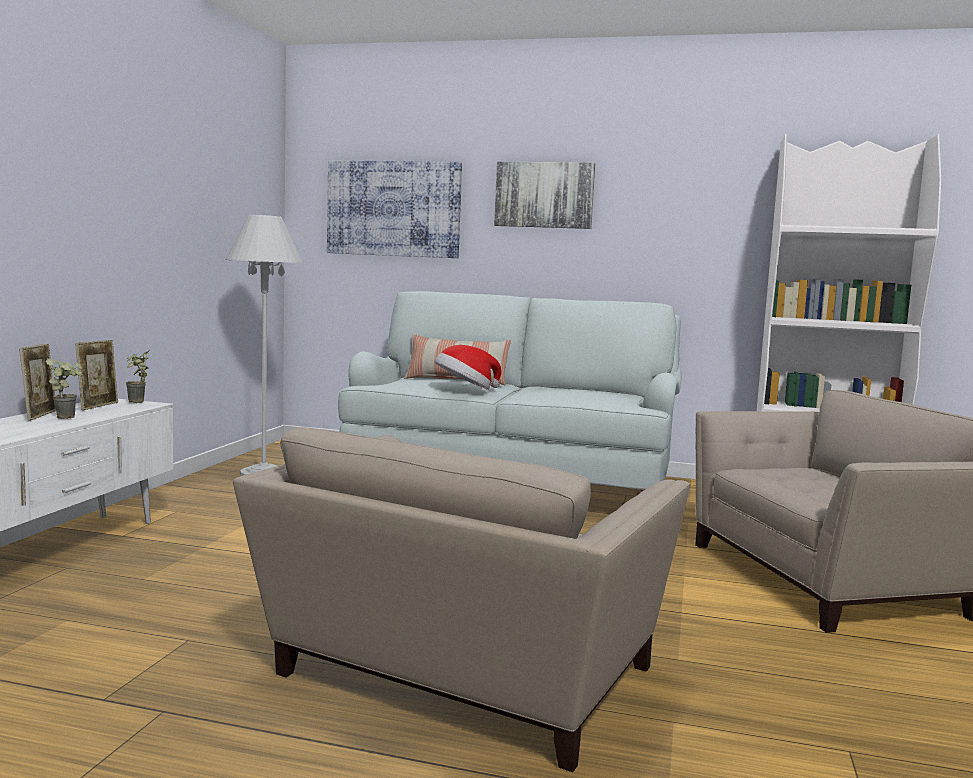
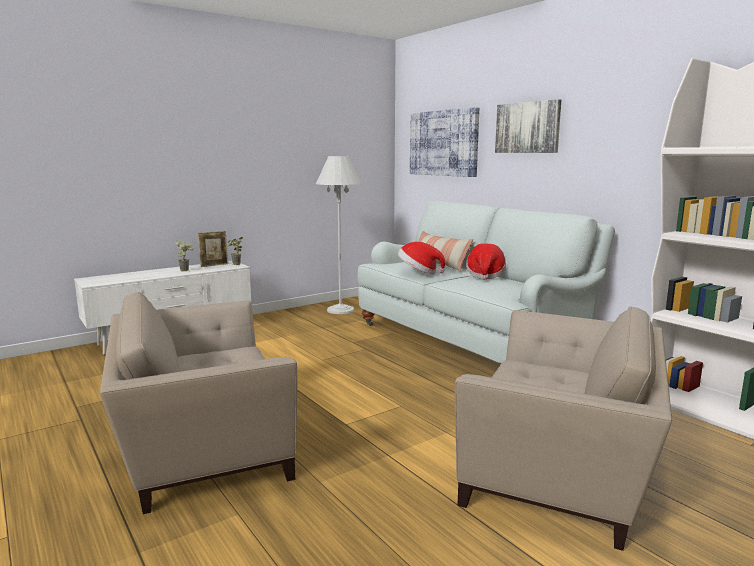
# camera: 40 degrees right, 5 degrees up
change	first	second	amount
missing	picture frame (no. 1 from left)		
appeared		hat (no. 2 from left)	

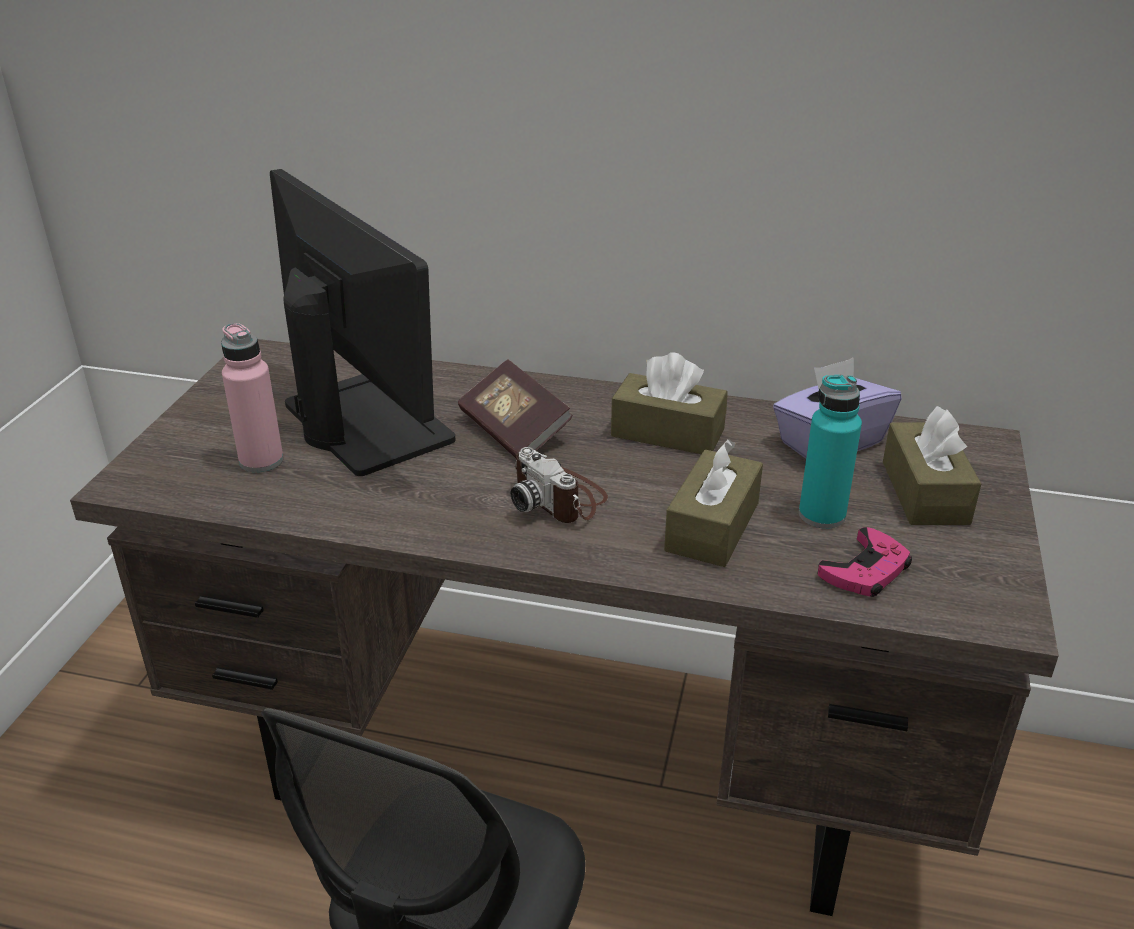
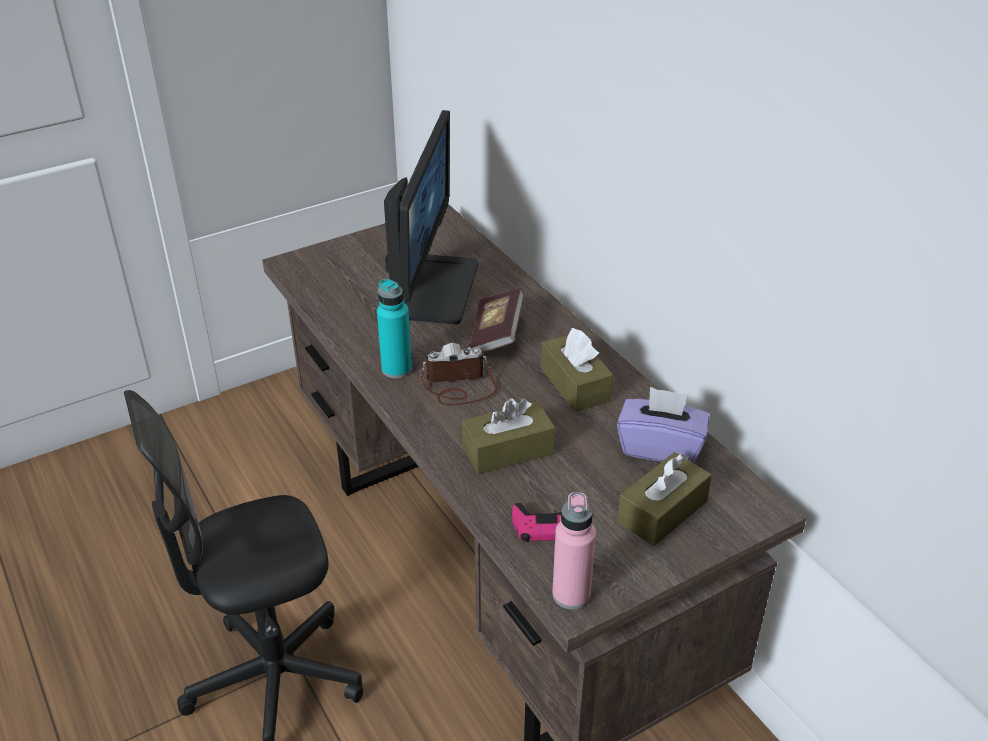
# camera: 45 degrees right, 5 degrees up
change	first	second	amount
relocated	bottle (pink)		
relocated	bottle (turquoise)		
spun	photo camera		75 degrees clockwise

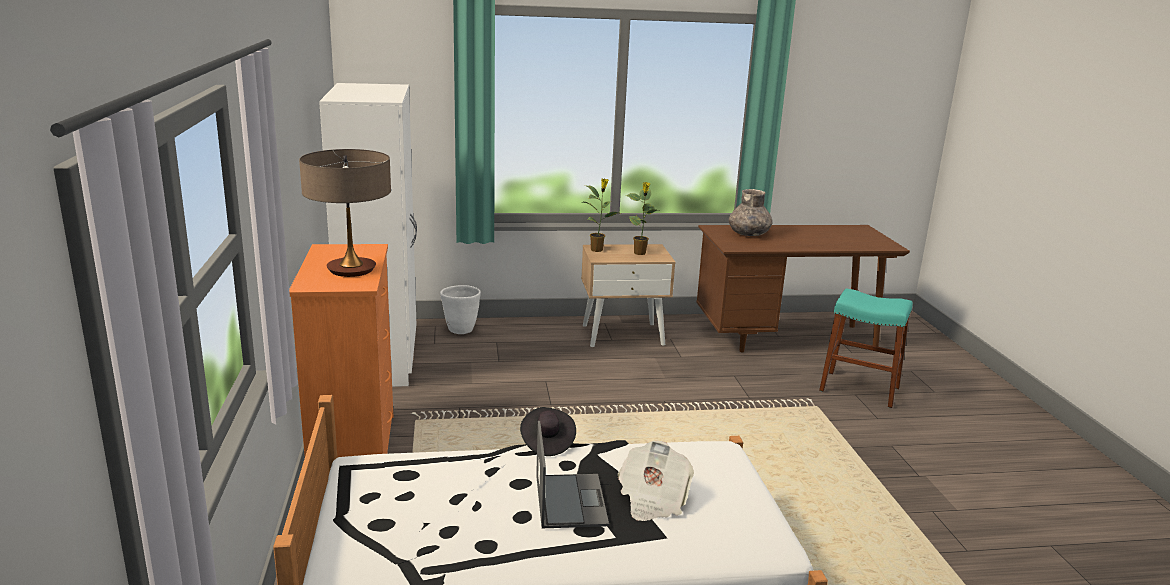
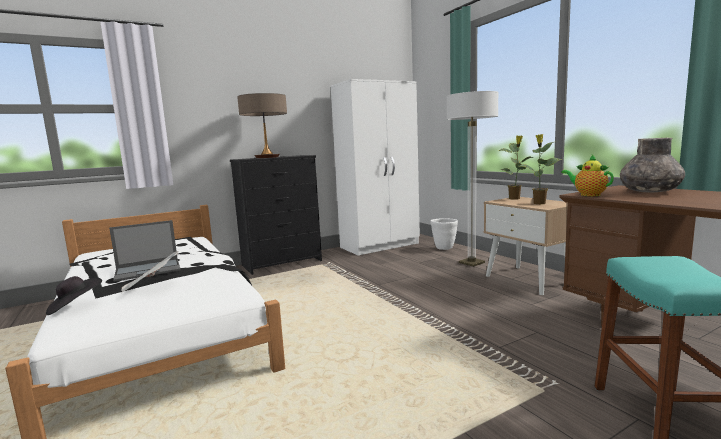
# camera: 70 degrees right, 10 degrees down
change	first	second	amount
colour	dresser (orange)	dresser (black)	
relocated	hat (black)		
appeared		floor lamp	
appeared		teapot	

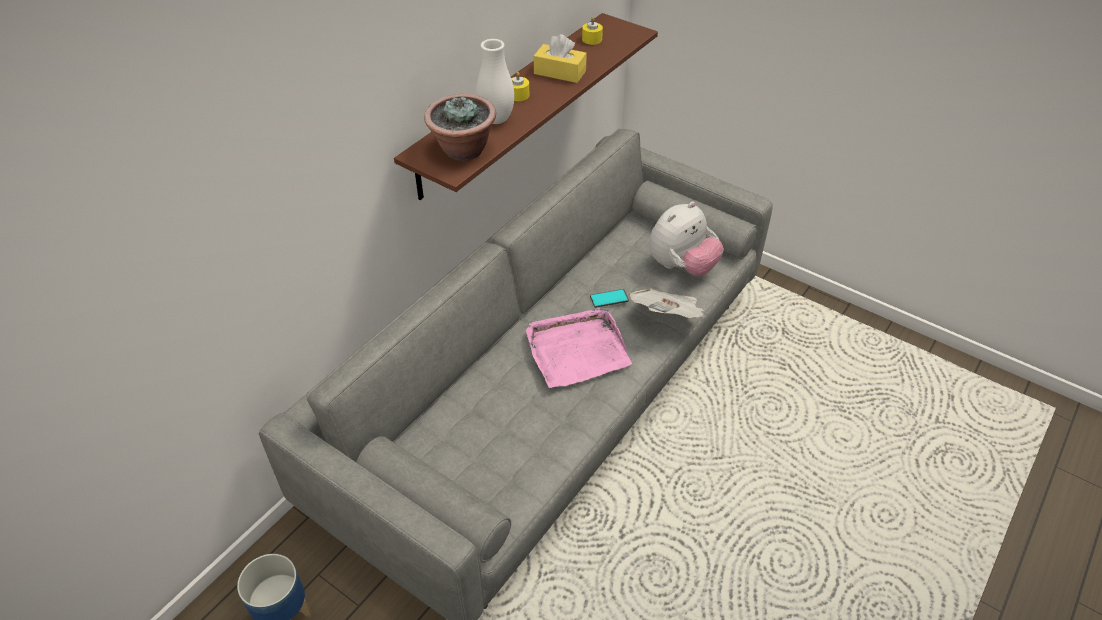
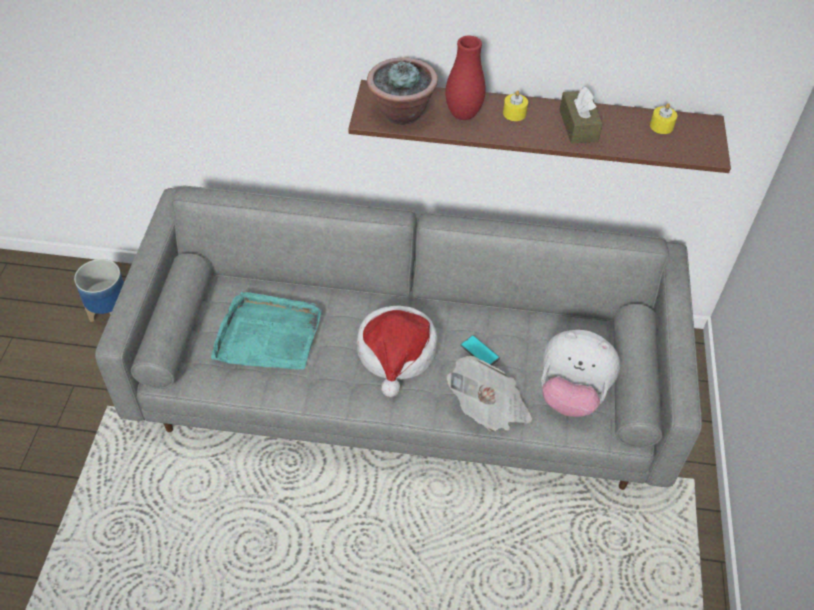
# camera: 60 degrees right, 5 degrees up
change	first	second	amount
colour	tissue box (yellow)	tissue box (brown)	
colour	vase (white)	vase (red)	
exchanged	tray (pink)	hat	
appeared		tray (turquoise)	

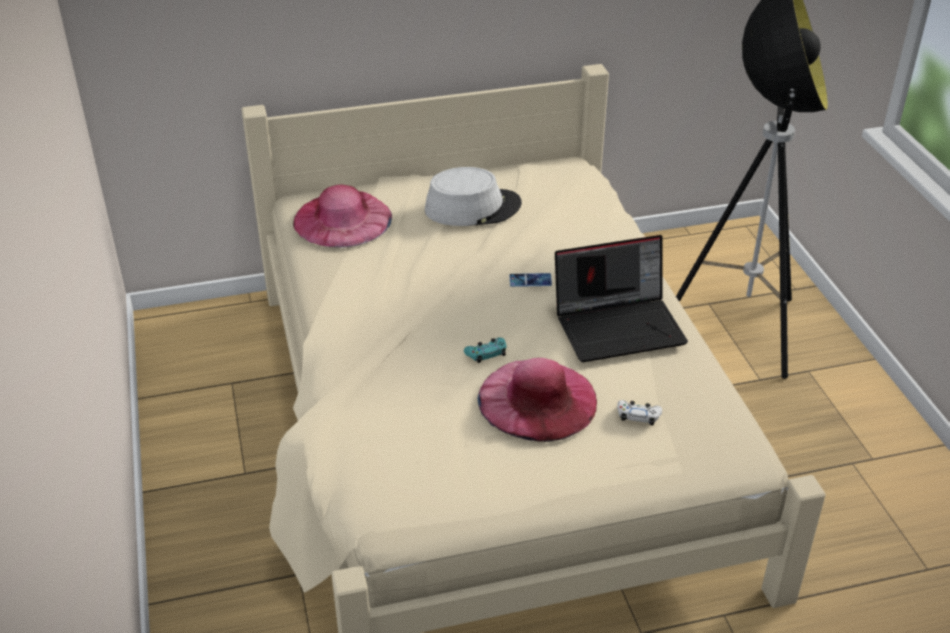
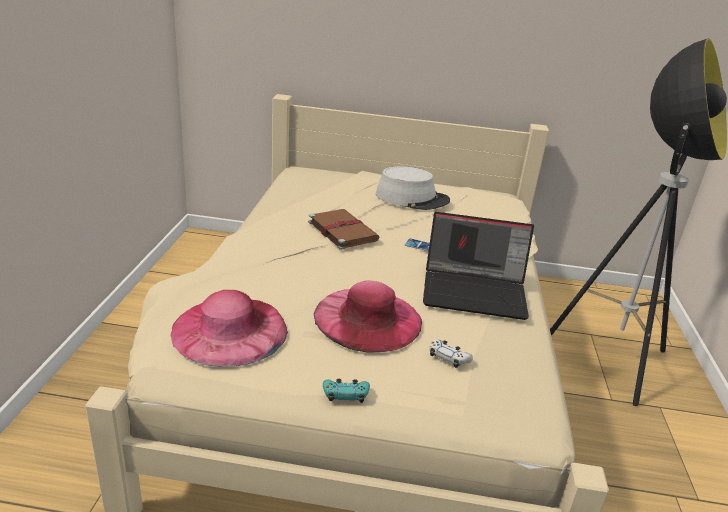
# camera: 20 degrees right, 10 degrees down
change	first	second	amount
relocated	hat (pink) (no. 1 from left)		
relocated	game controller (turquoise)		
appeared		book (brown)	

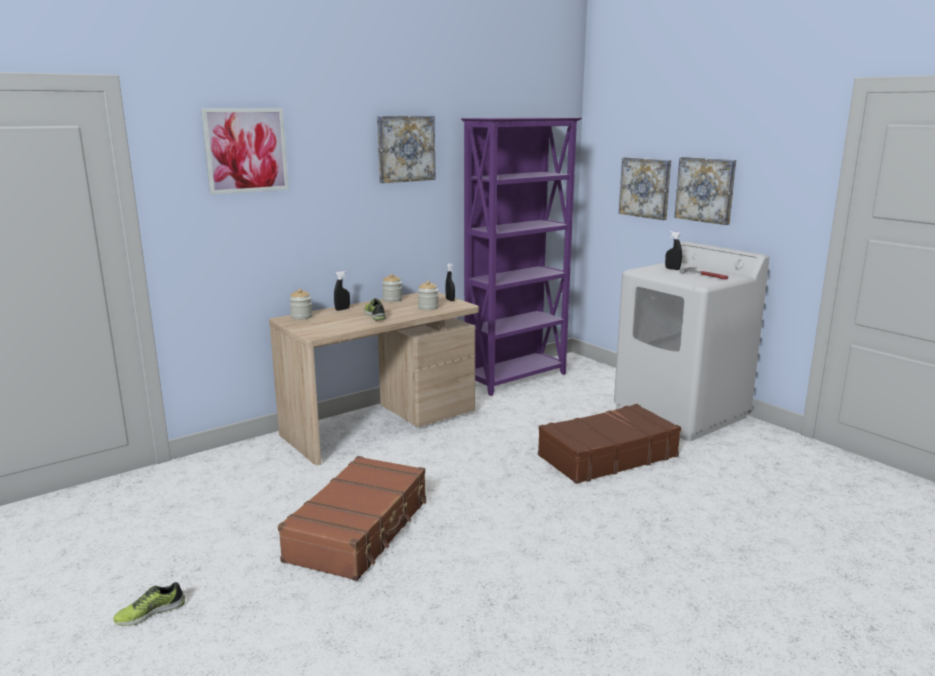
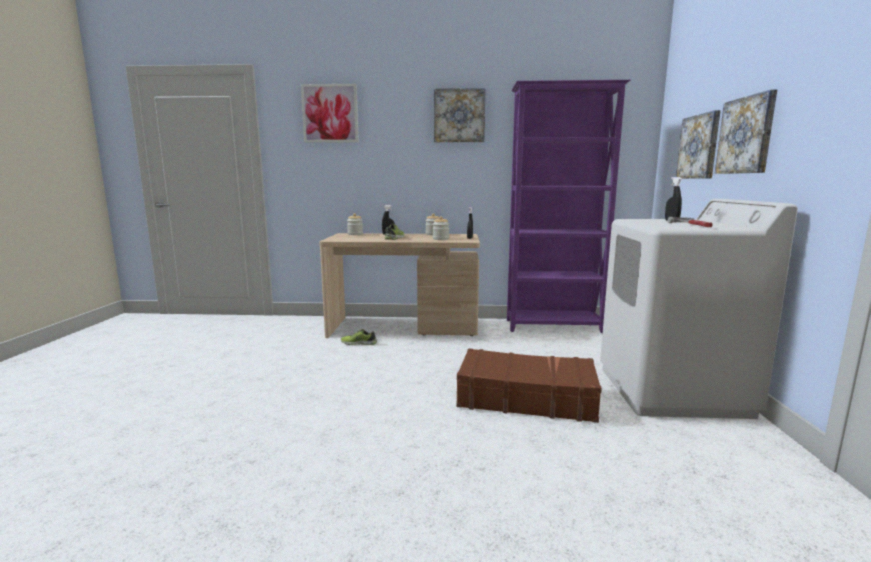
# camera: 40 degrees right, 5 degrees down
change	first	second	amount
missing	suitcase (brown) (no. 1 from left)		
relocated	shoe (no. 1 from left)		

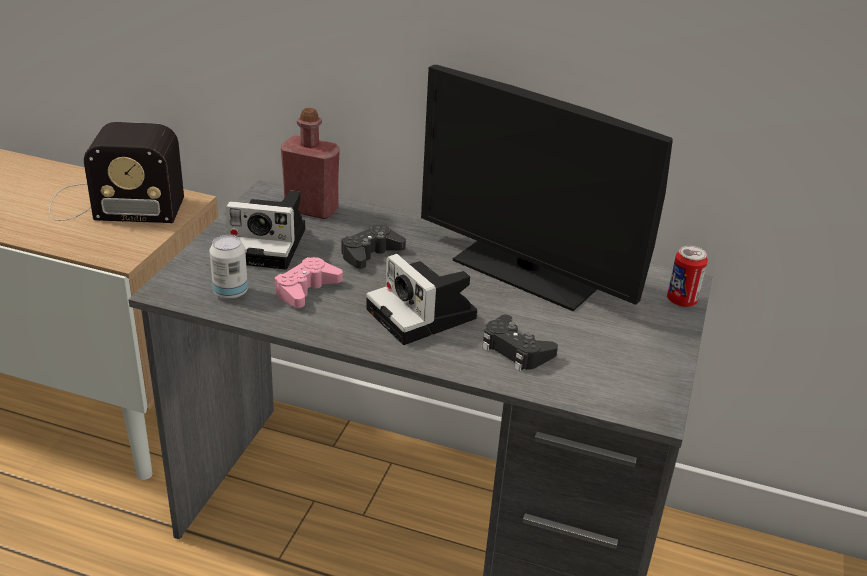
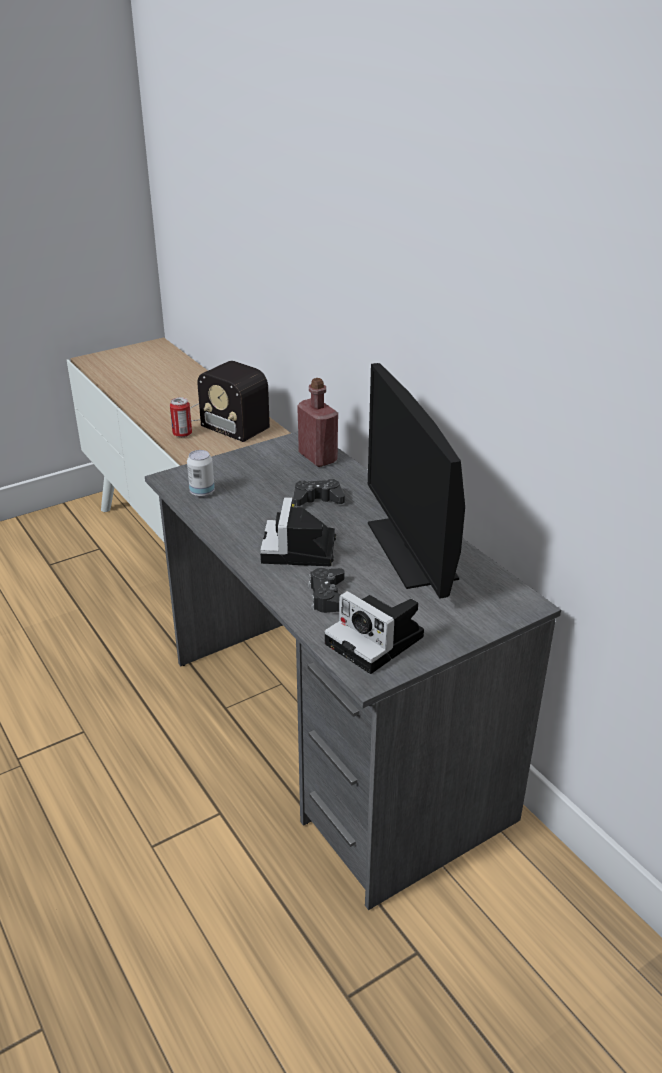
# camera: 40 degrees right, 0 degrees up
change	first	second	amount
relocated	photo camera (no. 1 from left in the first image)	photo camera (no. 2 from left)	
relocated	can (no. 2 from left in the first image)	can (no. 1 from left)	
missing	game controller (pink)		

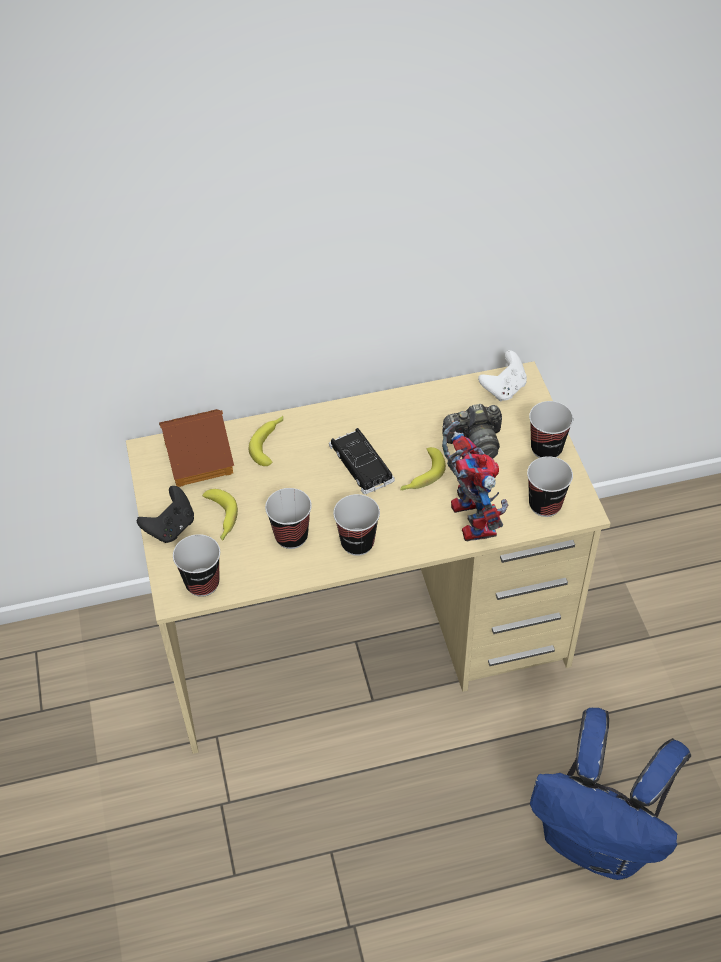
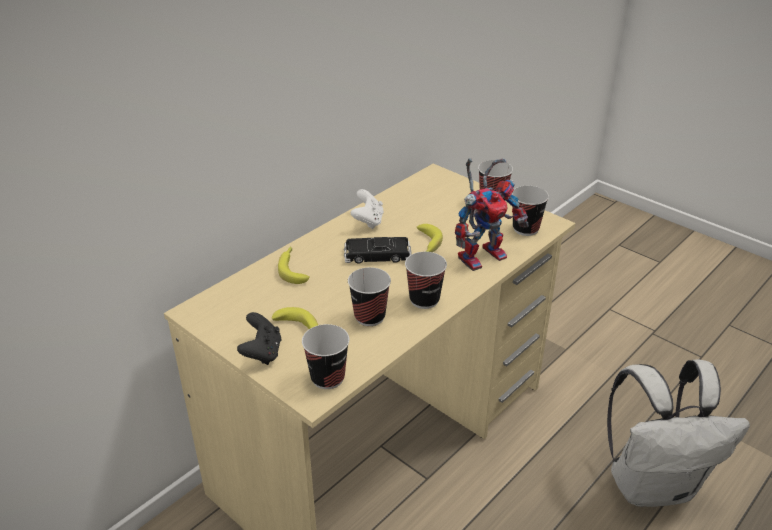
# camera: 35 degrees left, 15 degrees down
change	first	second	amount
relocated	game controller (white)		
missing	photo camera		
missing	toy house		
spun	toy robot		105 degrees clockwise
spun	toy car (black)		150 degrees clockwise
colour	backpack (blue)	backpack (white)	

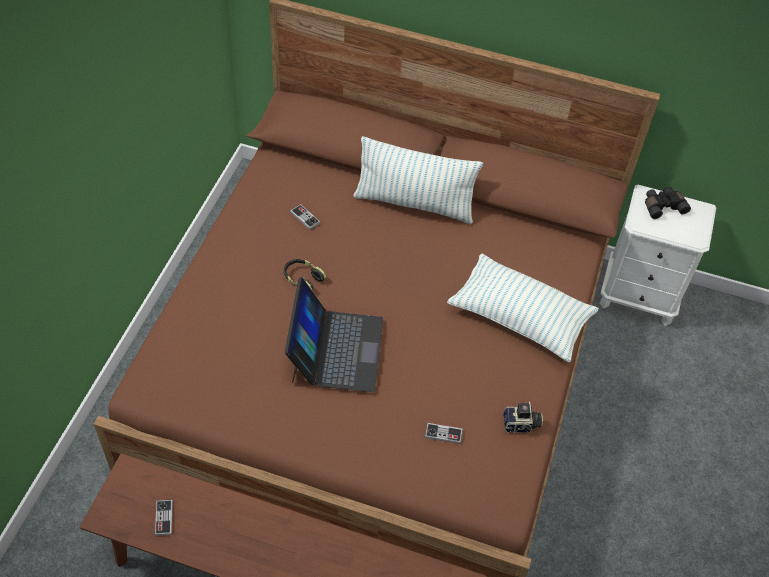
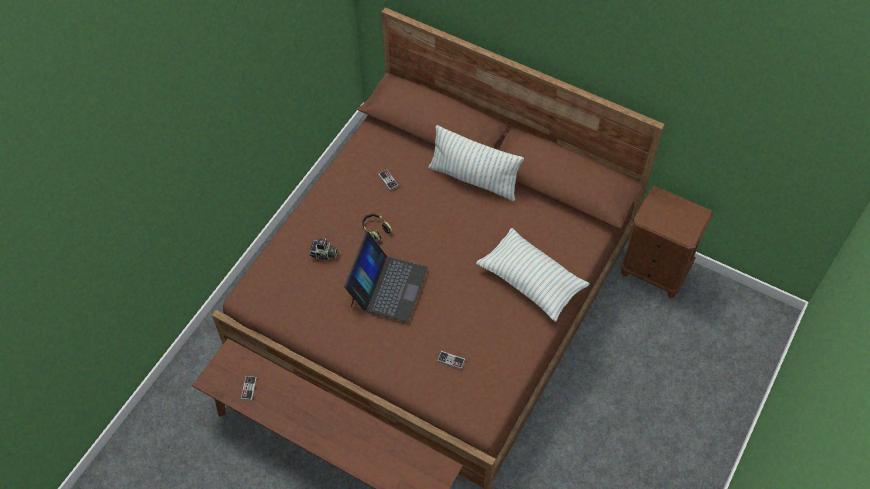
# camera: 15 degrees right, 5 degrees up
change	first	second	amount
colour	nightstand (white)	nightstand (brown)	
missing	binoculars (black)		
relocated	photo camera		

